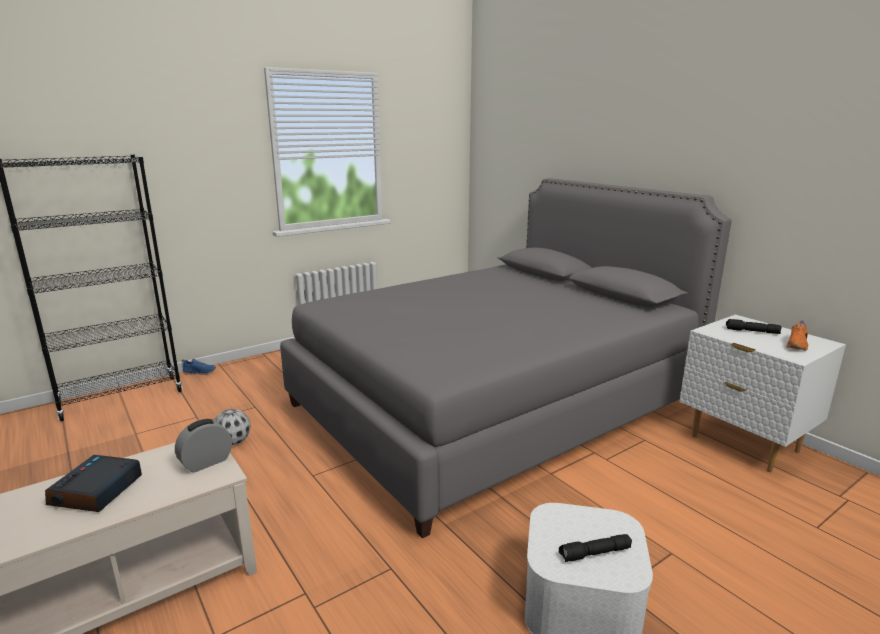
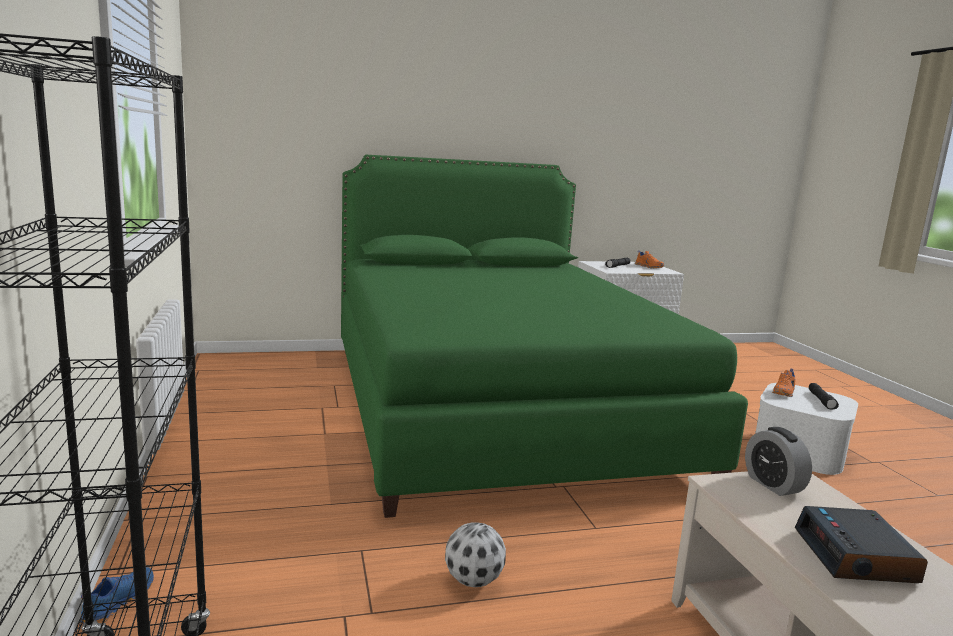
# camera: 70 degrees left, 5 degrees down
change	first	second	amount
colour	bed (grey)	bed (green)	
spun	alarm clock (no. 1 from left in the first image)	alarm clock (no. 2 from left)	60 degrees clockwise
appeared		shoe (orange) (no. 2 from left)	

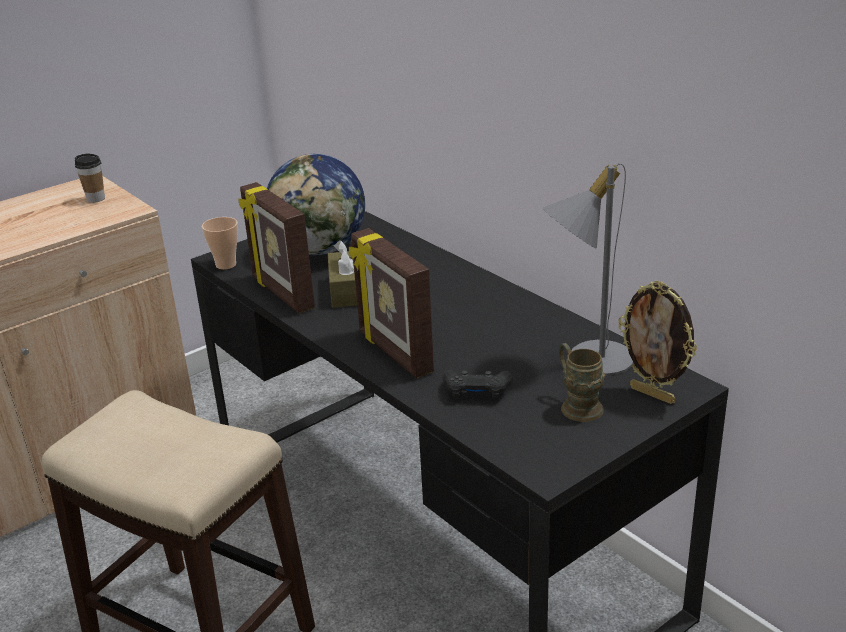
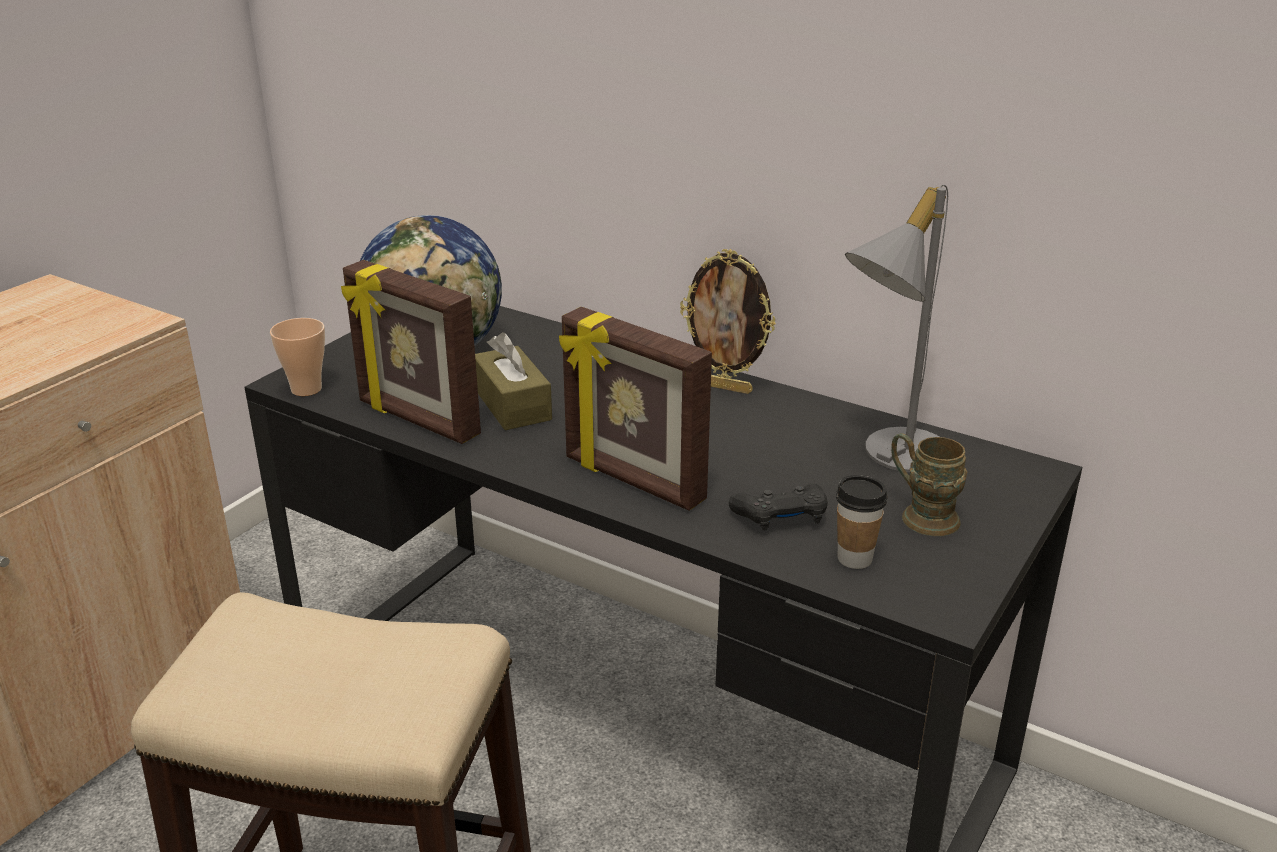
# camera: 20 degrees left, 0 degrees up
change	first	second	amount
relocated	cup (no. 1 from left in the first image)	cup (no. 2 from left)	
relocated	picture frame (no. 3 from left)		

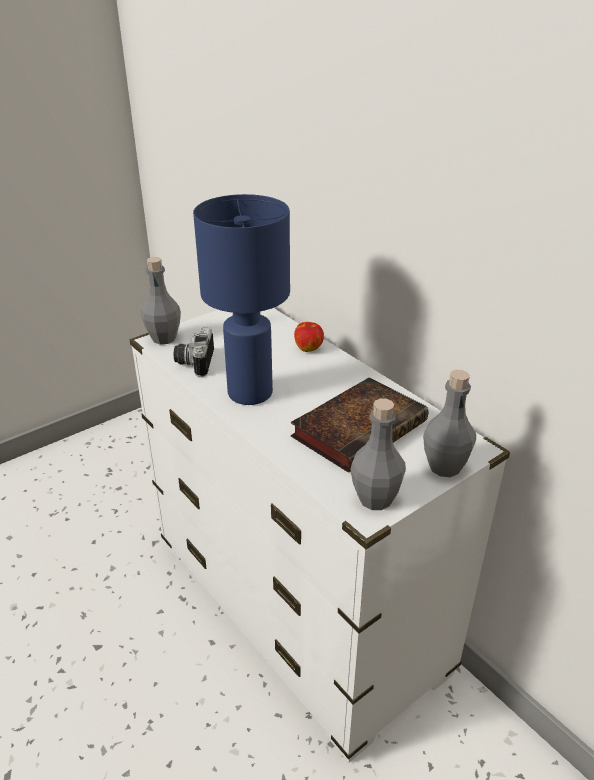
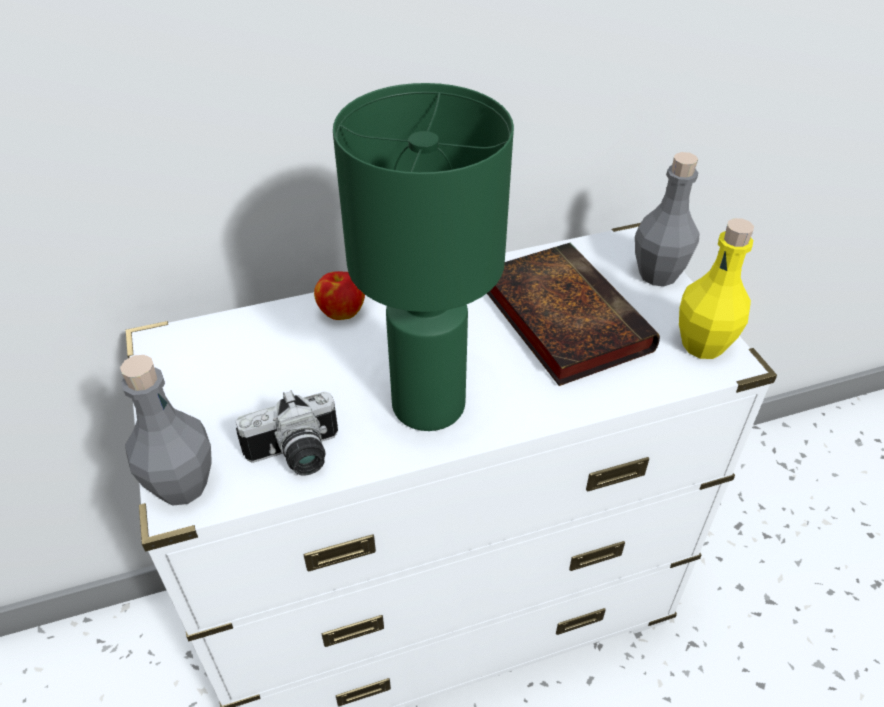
# camera: 70 degrees left, 10 degrees up
change	first	second	amount
colour	table lamp (blue)	table lamp (green)	
spun	photo camera		45 degrees counterclockwise
colour	bottle (grey) (no. 2 from left)	bottle (yellow)	

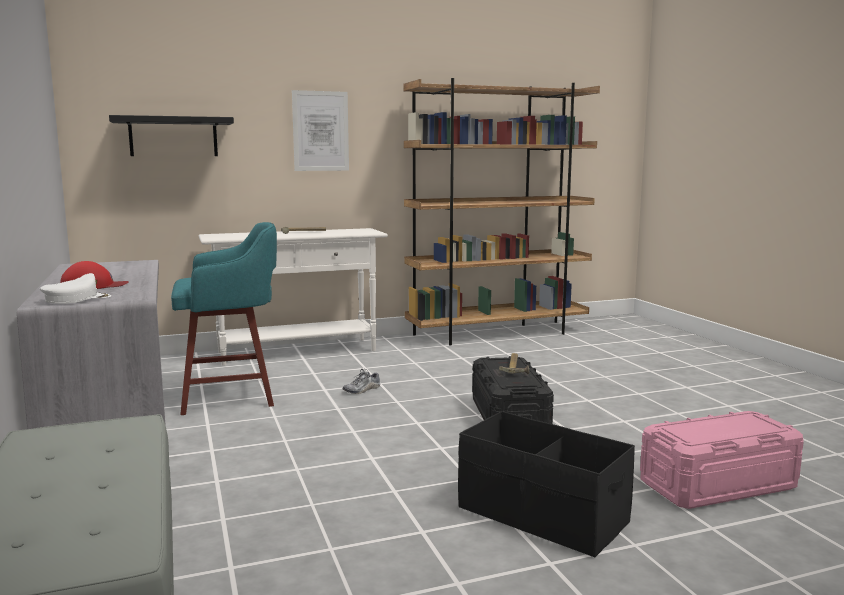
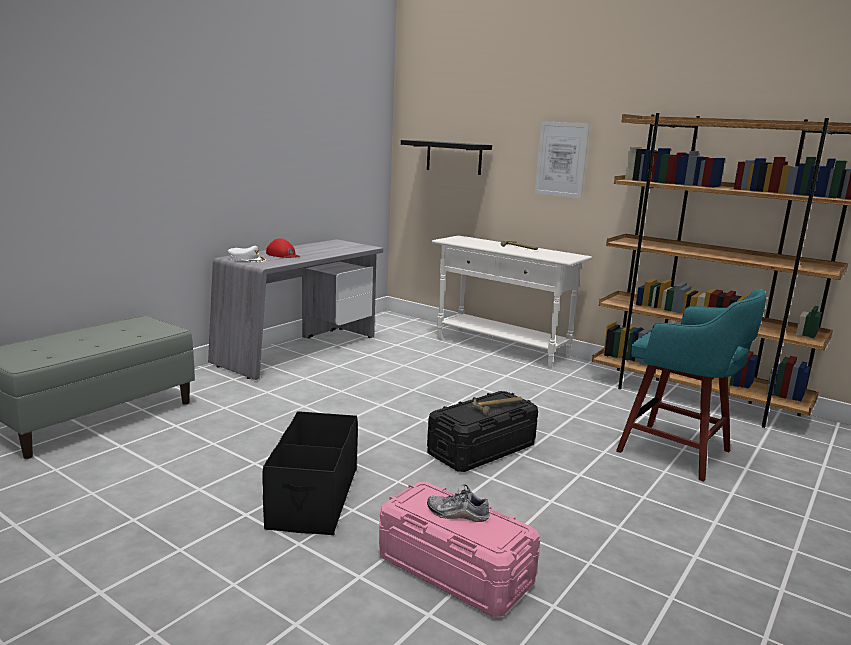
# camera: 55 degrees right, 5 degrees up
change	first	second	amount
relocated	stool (turquoise)		
relocated	shoe		

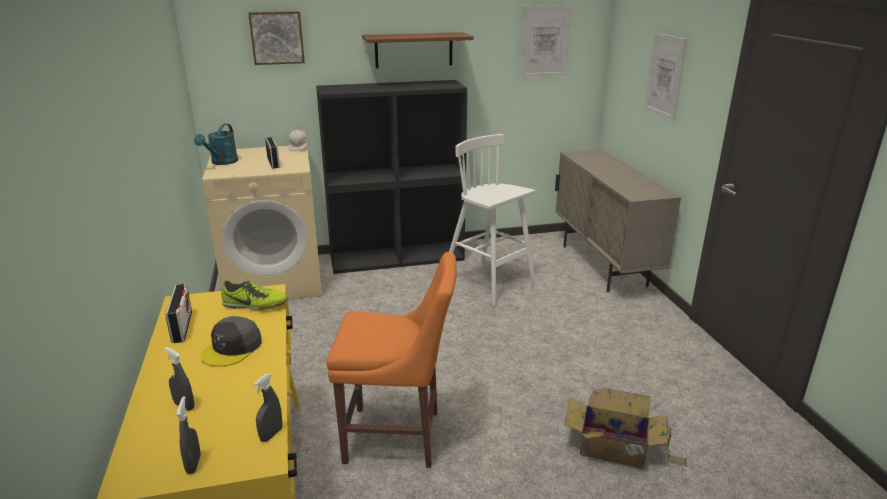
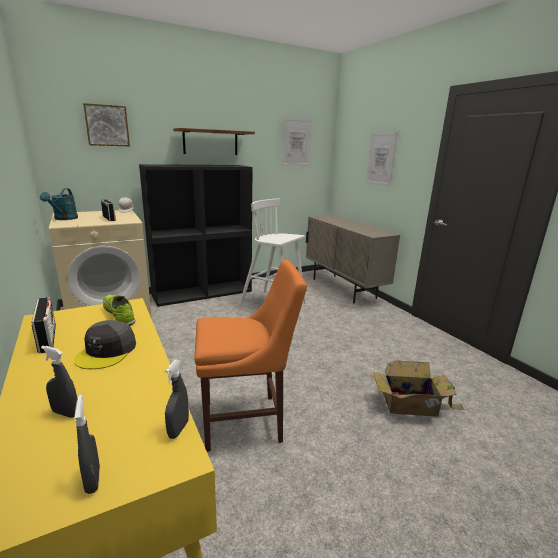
# camera: 15 degrees left, 5 degrees down
change	first	second	amount
spun	shoe		120 degrees counterclockwise

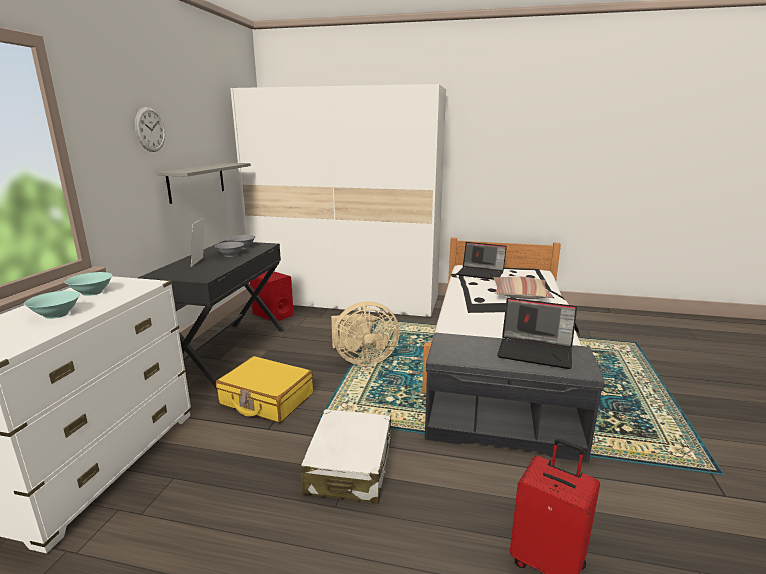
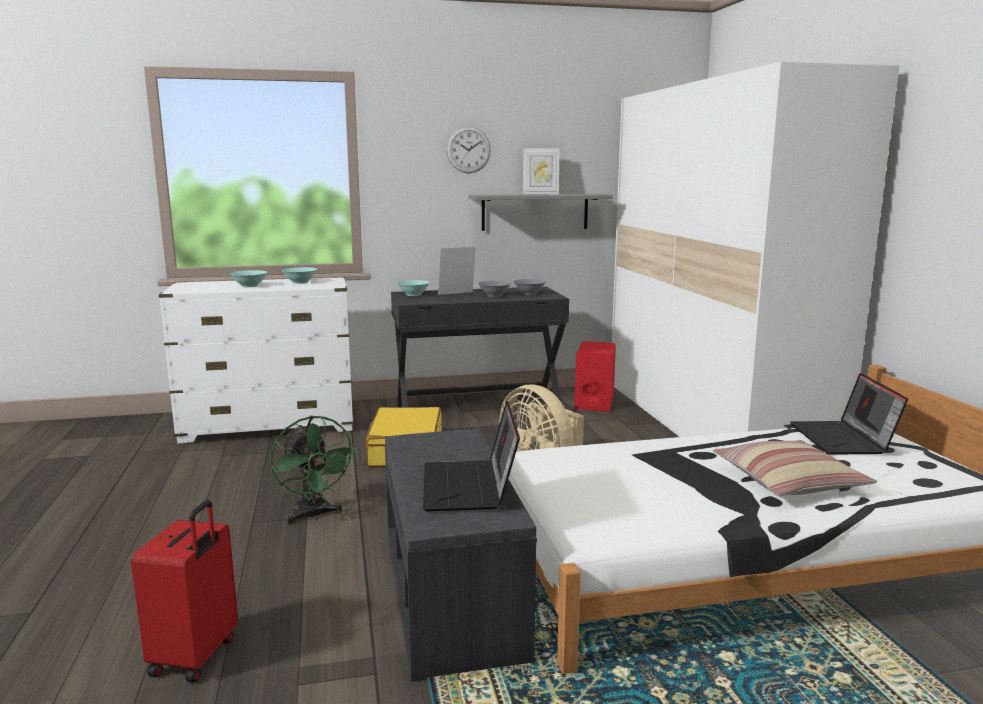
# camera: 65 degrees right, 5 degrees down
change	first	second	amount
exchanged	suitcase (white)	fan (green)	
appeared		picture frame (no. 2 from left)	
appeared		bowl (turquoise) (no. 3 from left)	

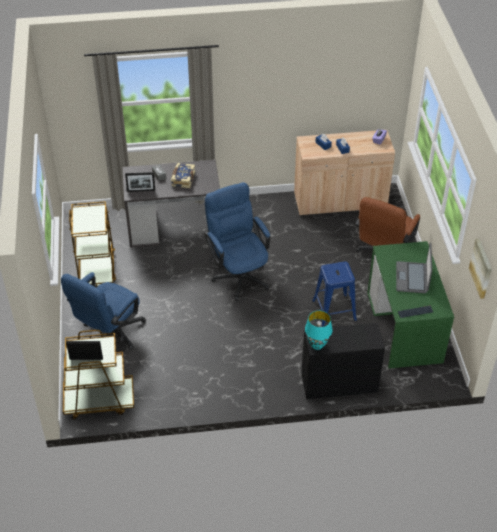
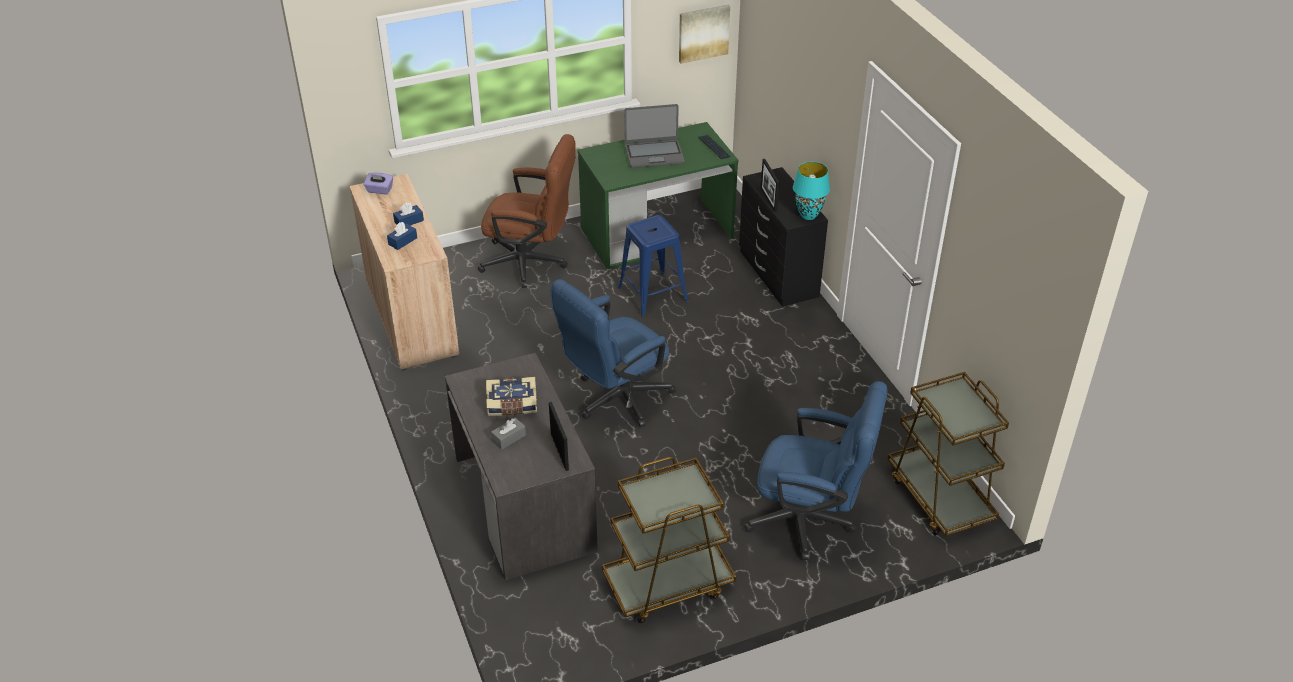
# camera: 105 degrees left, 5 degrees down
change	first	second	amount
relocated	picture frame (no. 1 from left in the first image)	picture frame (no. 2 from left)	

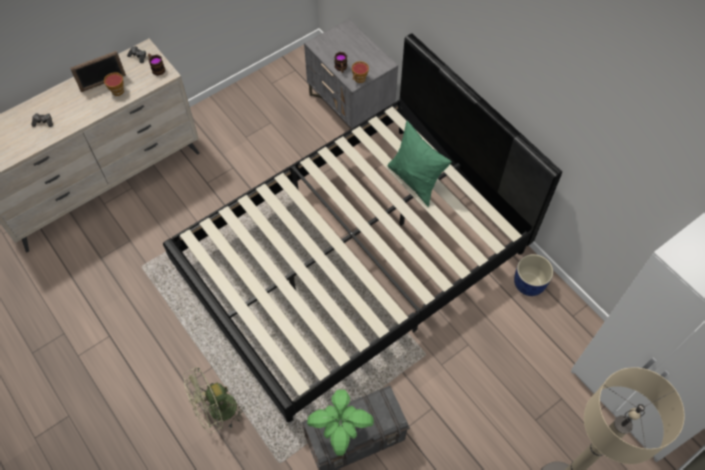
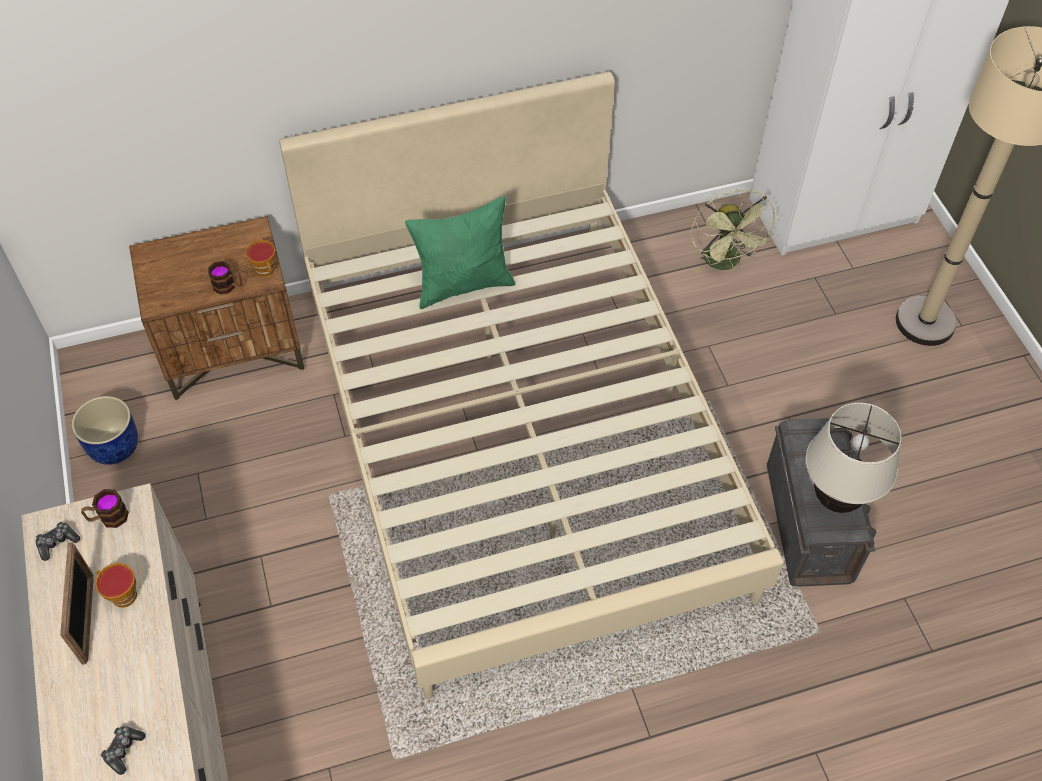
# camera: 70 degrees left, 5 degrees down
change	first	second	amount
colour	nightstand (grey)	nightstand (brown)	
colour	bed (black)	bed (beige)	
relocated	planter (blue)		
relocated	fan (green)		
exchanged	potted plant	table lamp (beige)	

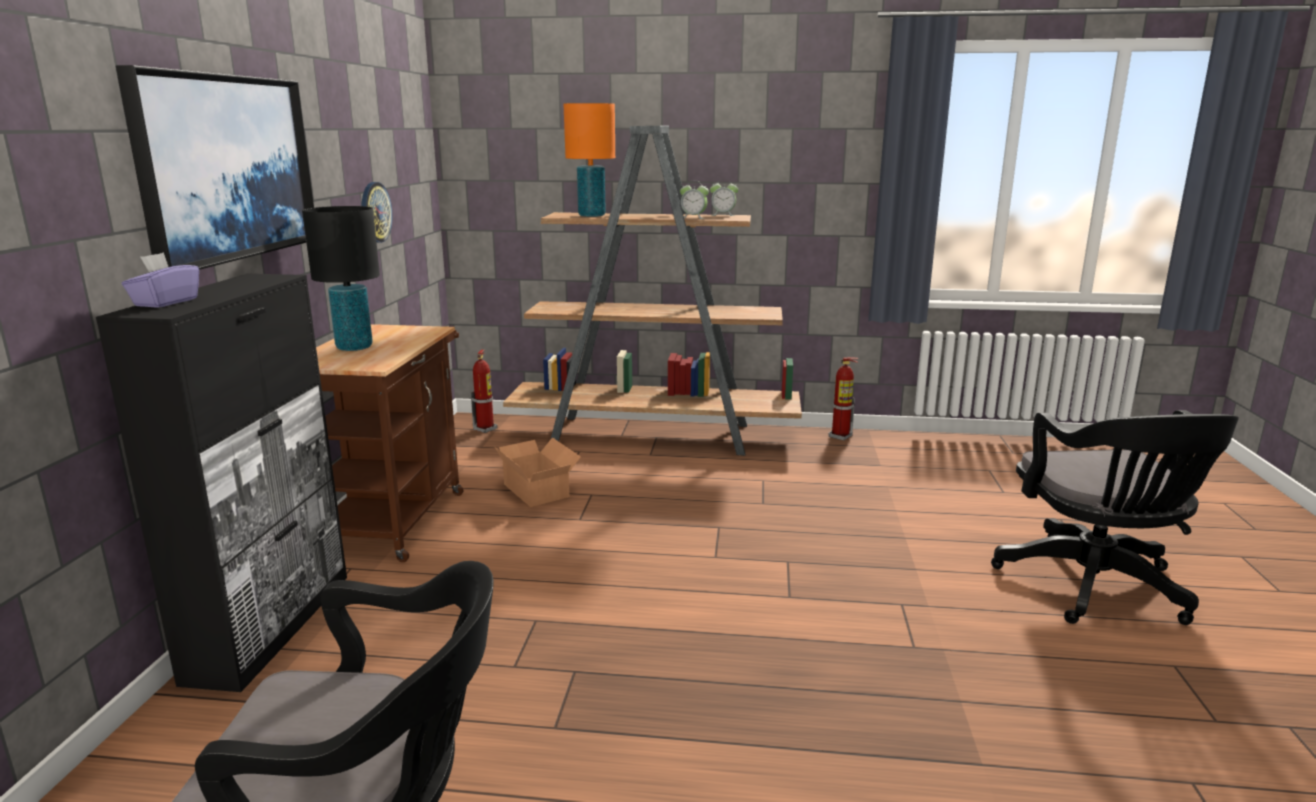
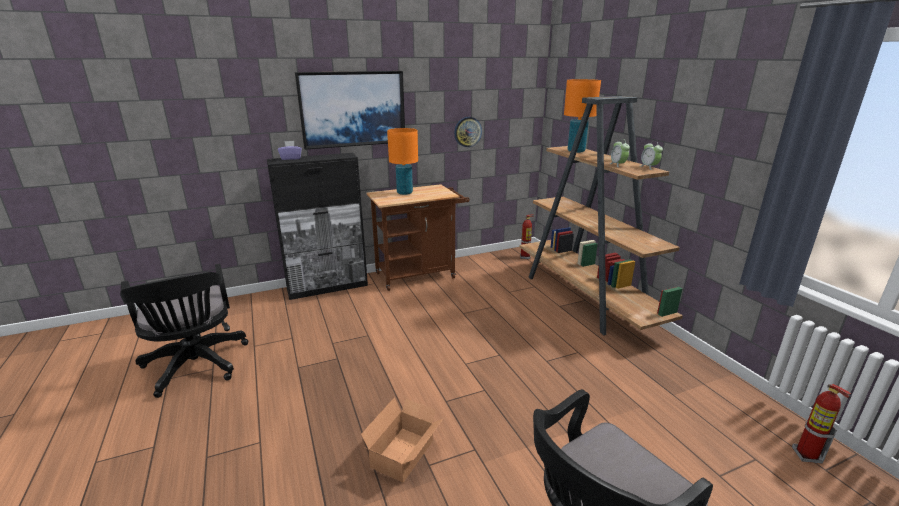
# camera: 60 degrees right, 5 degrees up
change	first	second	amount
colour	table lamp (black)	table lamp (orange) (no. 1 from left)	
relocated	fire extinguisher (no. 2 from left)		
relocated	cardboard box		

